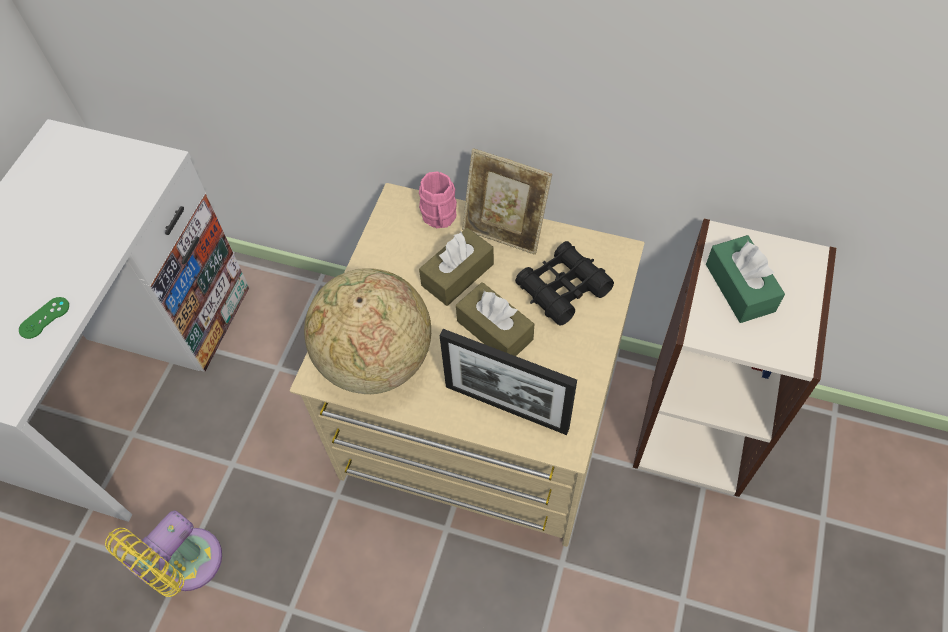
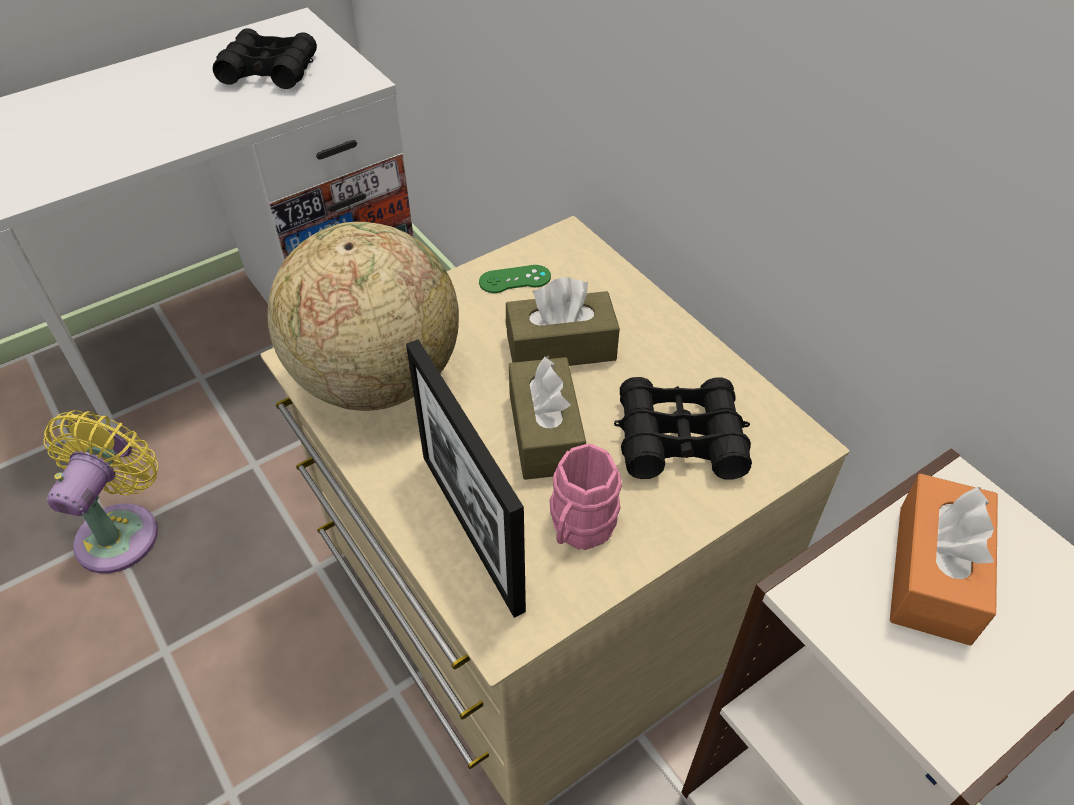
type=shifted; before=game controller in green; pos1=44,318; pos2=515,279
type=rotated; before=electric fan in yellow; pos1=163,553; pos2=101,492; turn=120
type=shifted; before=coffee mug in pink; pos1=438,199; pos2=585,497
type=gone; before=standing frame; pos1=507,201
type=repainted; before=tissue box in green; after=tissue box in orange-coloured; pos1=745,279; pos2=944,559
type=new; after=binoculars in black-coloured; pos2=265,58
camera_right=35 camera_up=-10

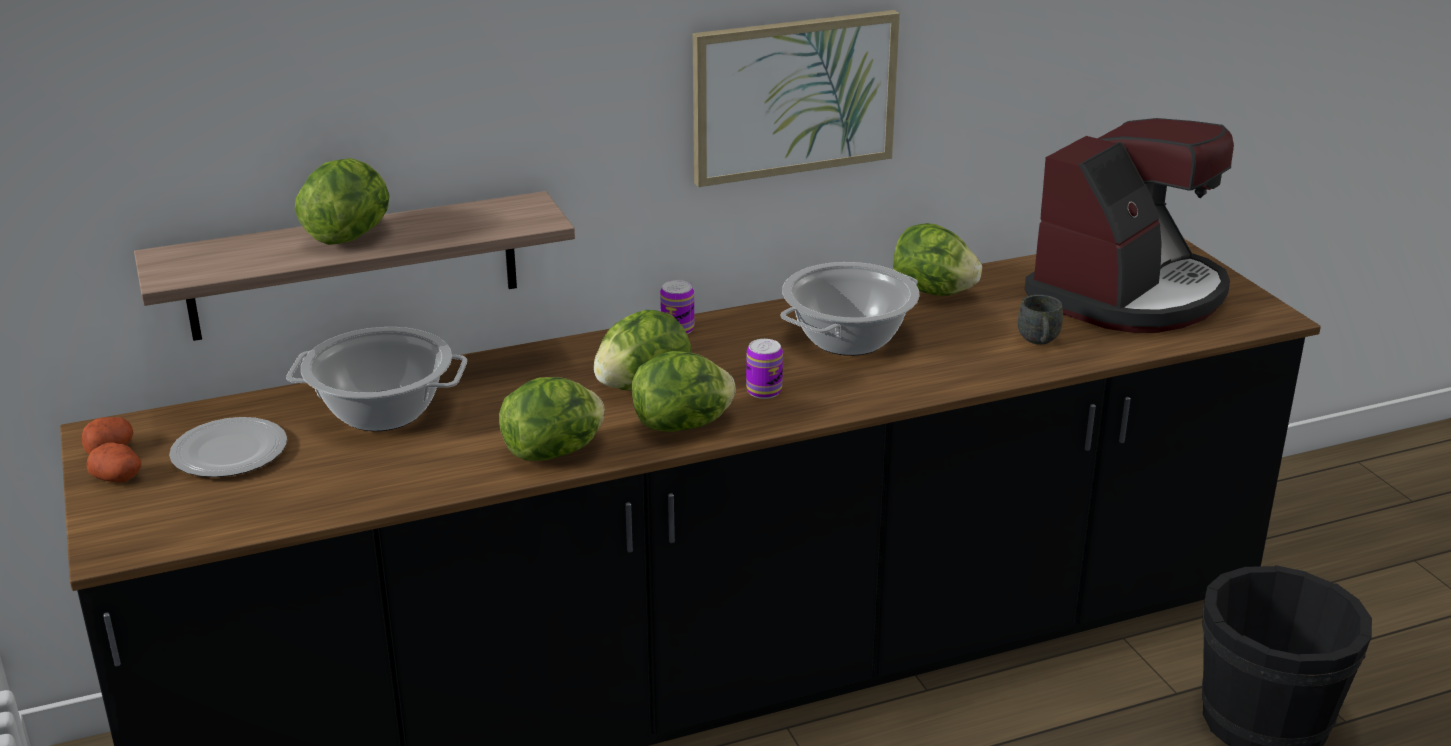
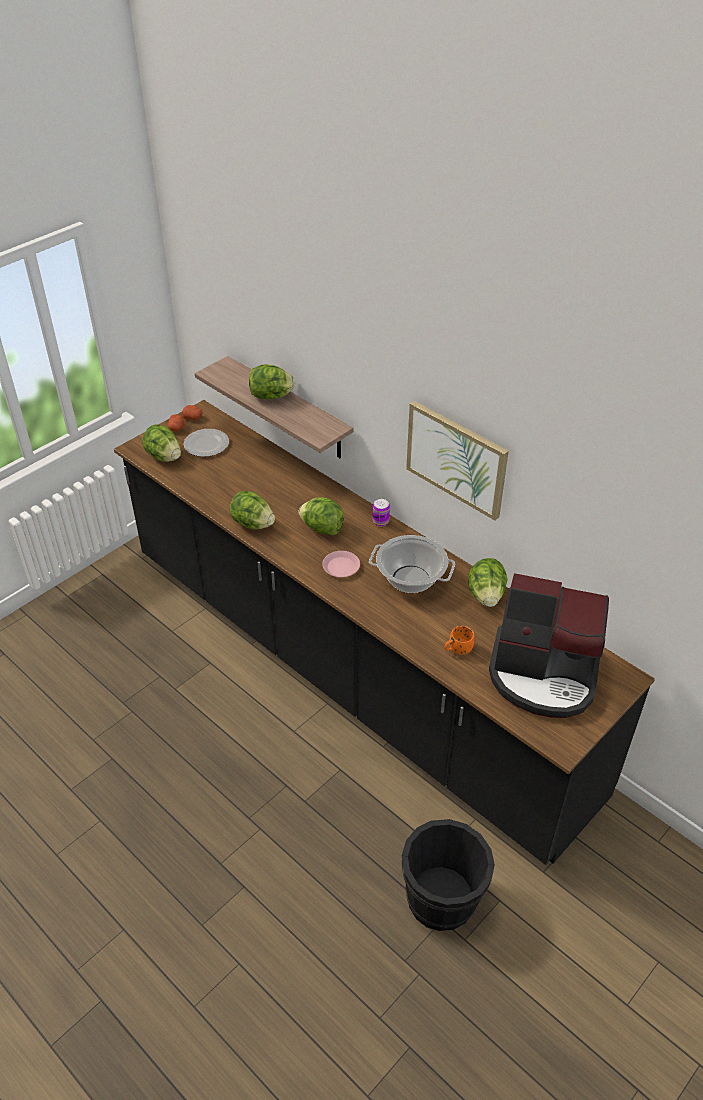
type=gone; before=cooking pot; pos1=376,379
type=shifted; before=lettuce; pos1=684,391; pos2=161,443
type=swapped; before=sealed can; after=dinner plate in pink; pos1=764,369; pos2=341,564
type=repainted; before=coffee mug in grey; after=coffee mug in orange-coloured; pos1=1040,320; pos2=460,640
camera_right=65 camera_up=15

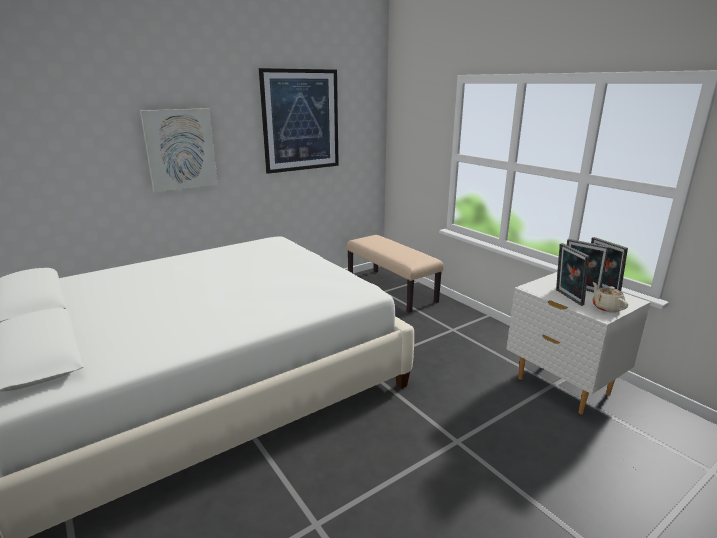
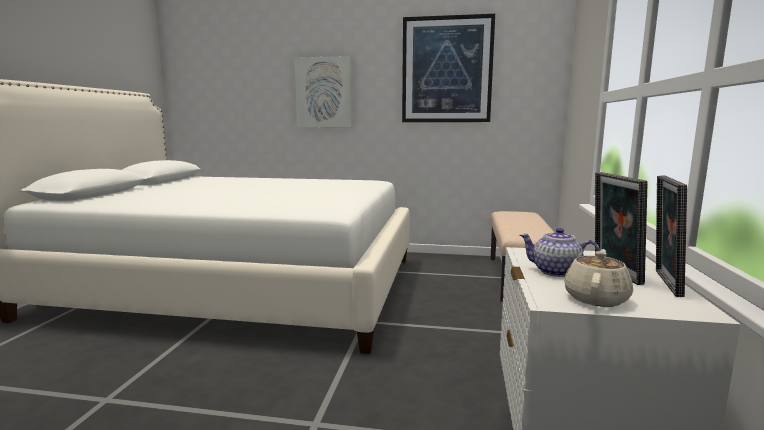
type=swapped; before=standing frame; after=pot for tea; pos1=572,274; pos2=560,252
camera_right=45 camera_up=-10

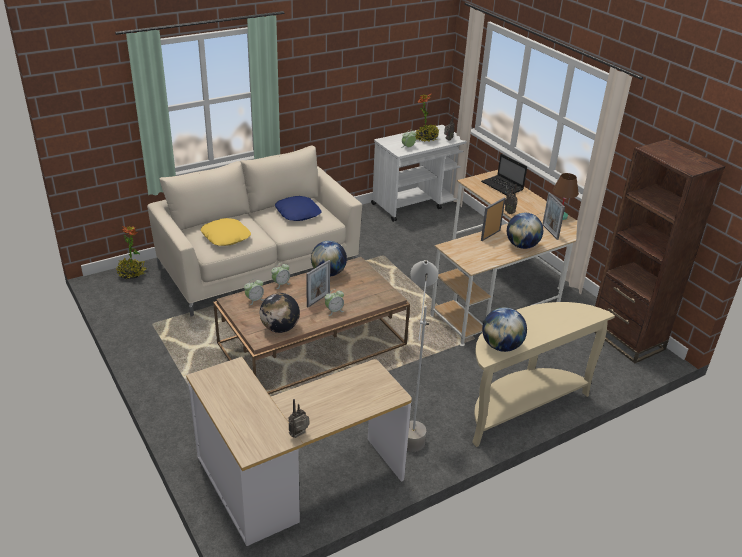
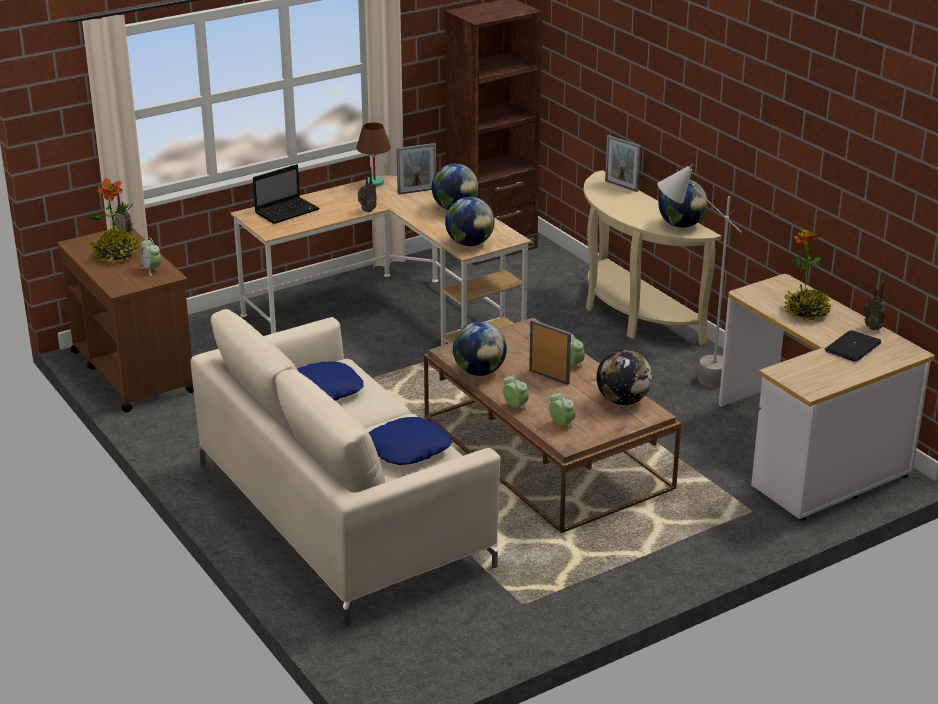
type=shifted; before=plant in a pot; pos1=131,252; pos2=808,275
type=repainted; before=pillow in yellow; after=pillow in bluish; pos1=226,232; pos2=410,441
type=repainted; before=wheeled cart in white; after=wheeled cart in brown; pos1=419,173; pos2=125,320
type=shifted; before=standing frame; pos1=493,219; pos2=623,163
type=new; after=desk globe; pos2=470,221
type=new; after=laptop; pos2=853,346
camera_right=-90 camera_up=-5

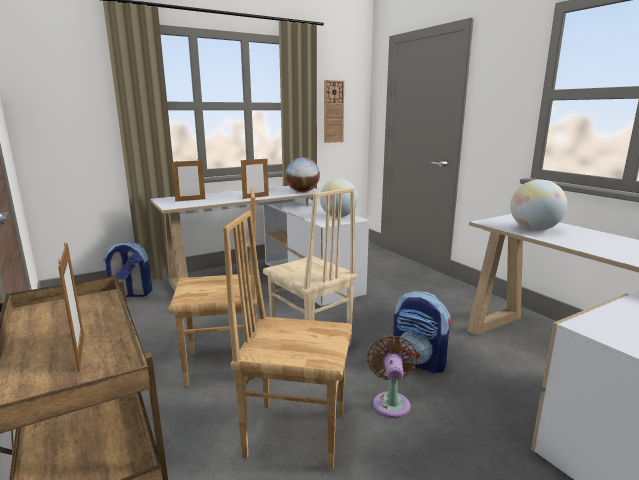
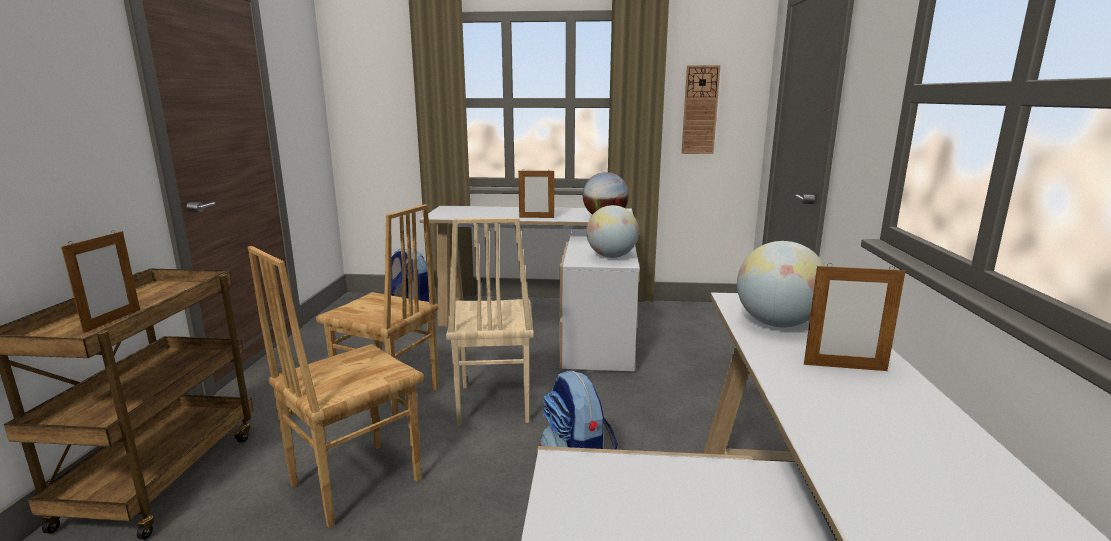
type=shifted; before=standing frame; pos1=188,181; pos2=855,317
type=rotated; before=plain chair in brown; pos1=287,340; pos2=336,387; turn=-90
type=gone; before=electric fan in brown; pos1=392,376
camera_right=35 camera_up=0

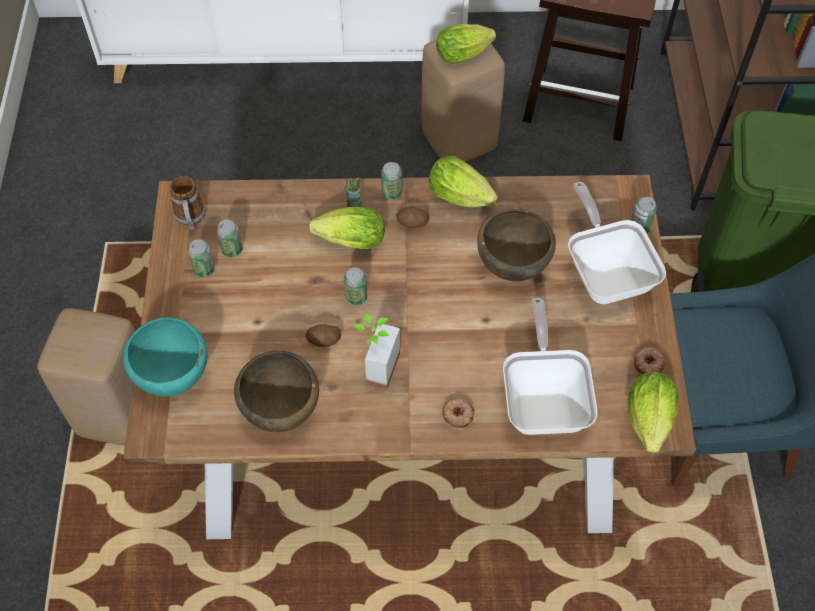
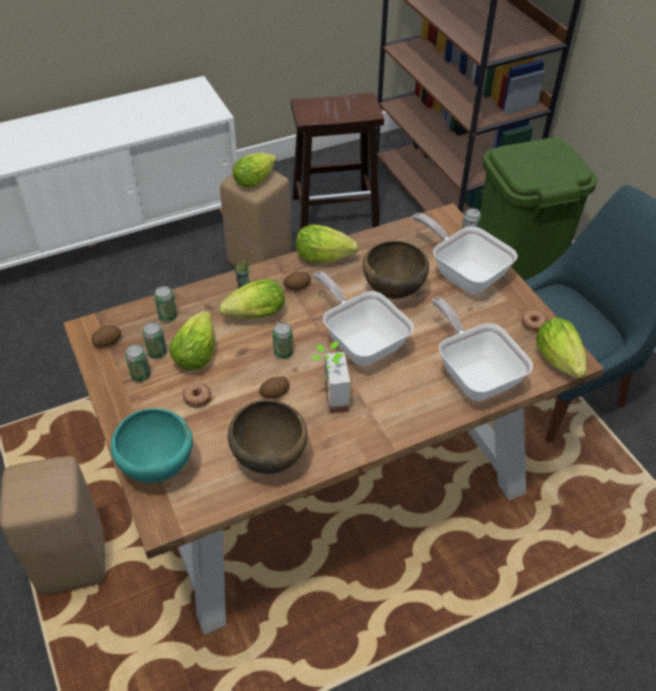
type=swapped; before=coffee mug; after=whole potato; pos1=188,203; pos2=106,336
type=shifted; before=sealed can; pos1=391,181; pos2=165,304
type=shifted; before=ring doughnut; pos1=458,414; pos2=197,395
type=new; after=lettuce; pos2=192,340
type=new; after=skillet; pos2=363,318
camera_right=-25 camera_up=-10

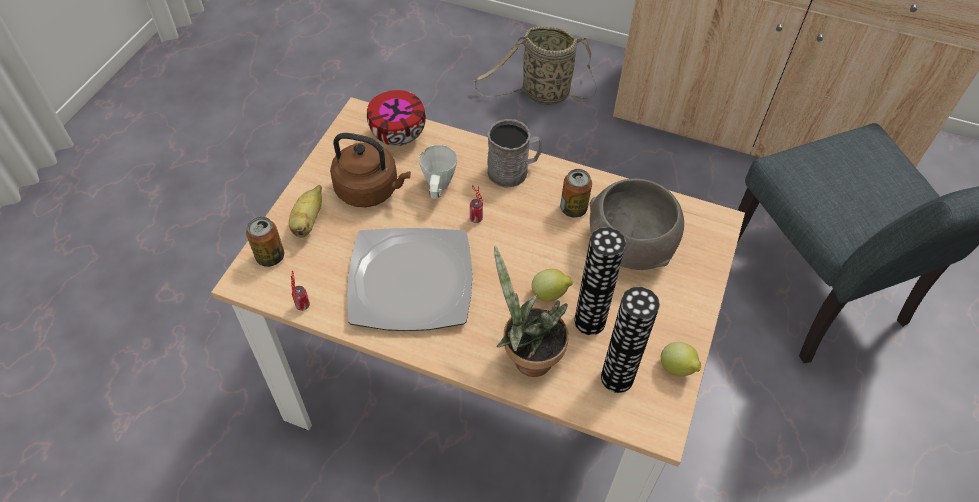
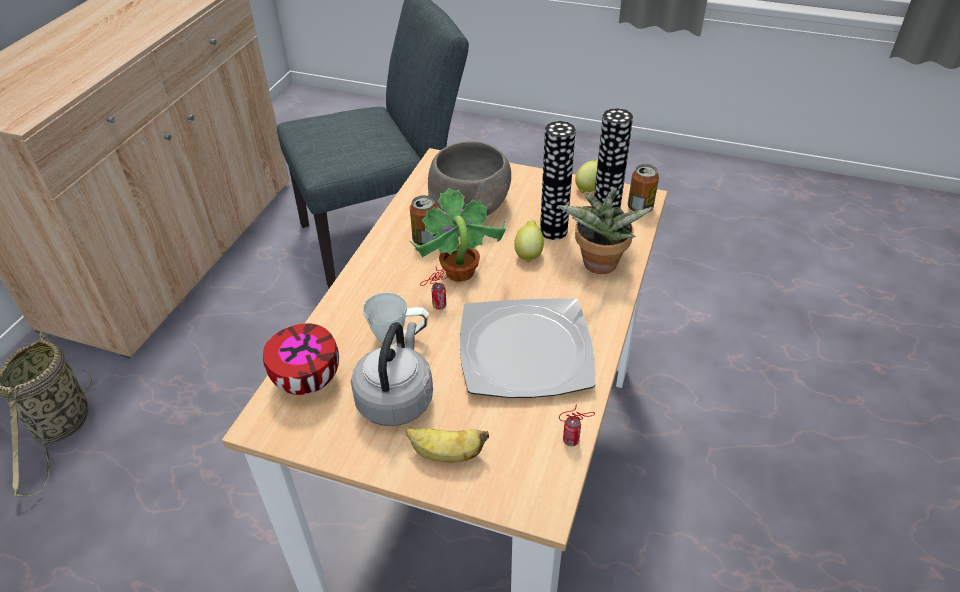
type=shifted; before=sealed can; pos1=265,242; pos2=643,188
type=repainted; before=tea kettle in brown; after=tea kettle in grey; pos1=370,170; pos2=392,374
type=gone; before=coffee mug in grey; pos1=514,153
type=new; after=plant in a pot; pos2=457,235
camera_right=-90 camera_up=-10

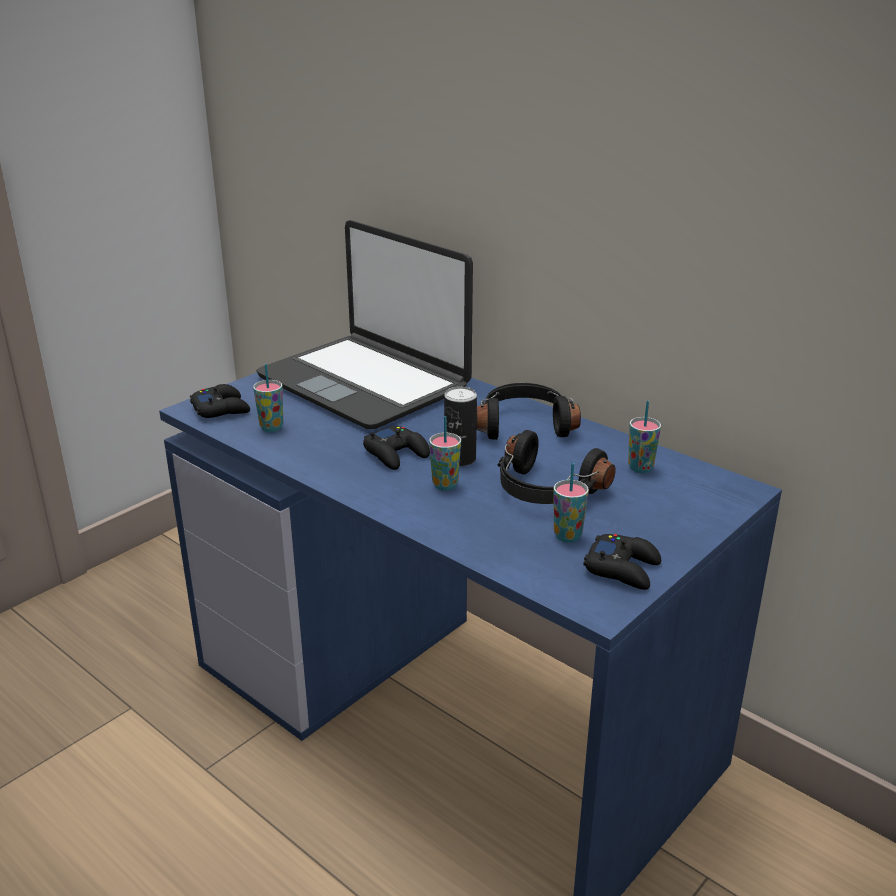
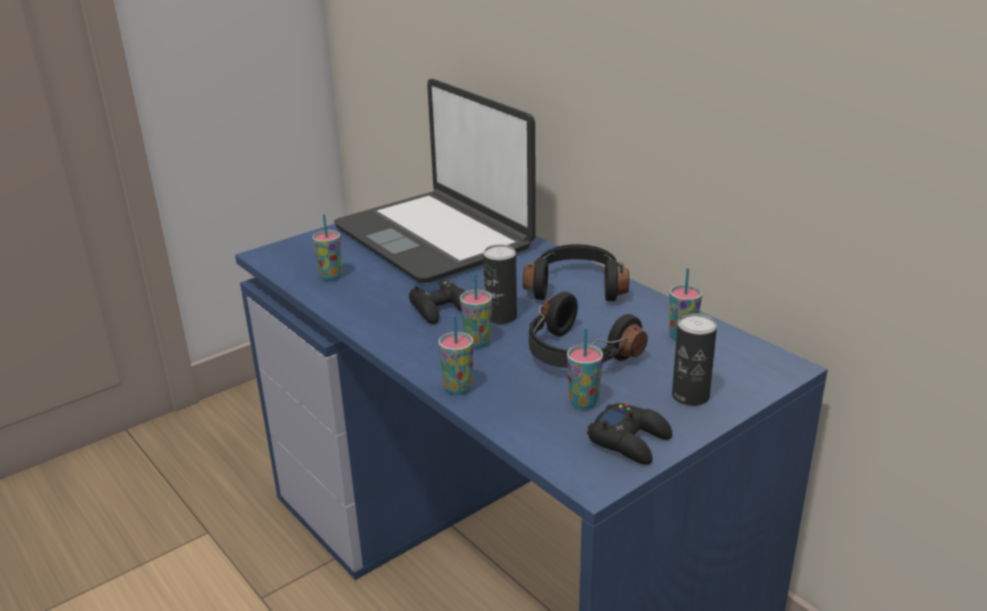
type=gone; before=game controller in black-coloured; pos1=220,401
type=new; after=small cup; pos2=455,355
type=new; after=sealed can; pos2=694,359
camera_right=10 camera_up=0

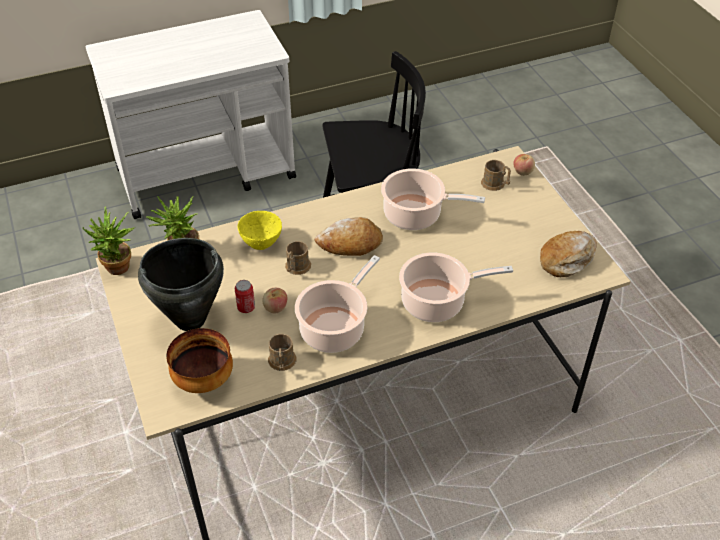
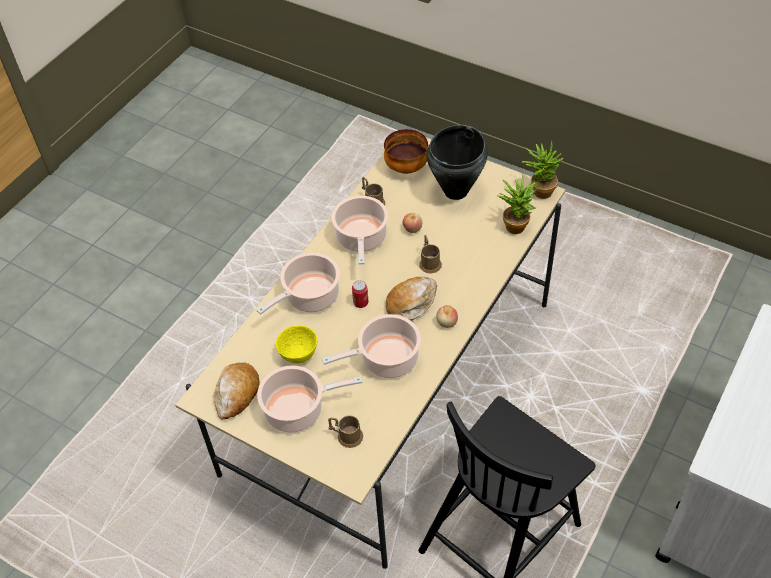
type=shifted; before=sealed can; pos1=245,296; pos2=360,294
type=shifted; before=bowl in yellow; pos1=259,230; pos2=297,344
type=shifted; before=whole apple; pos1=524,165; pos2=447,316
type=new; after=cooking pot; pos2=310,399
camera_right=145 camera_up=5

